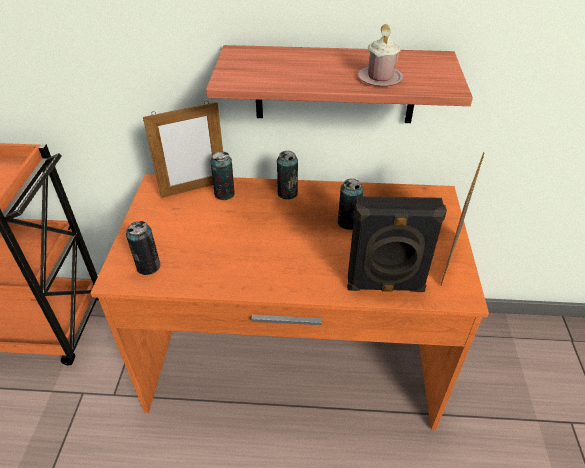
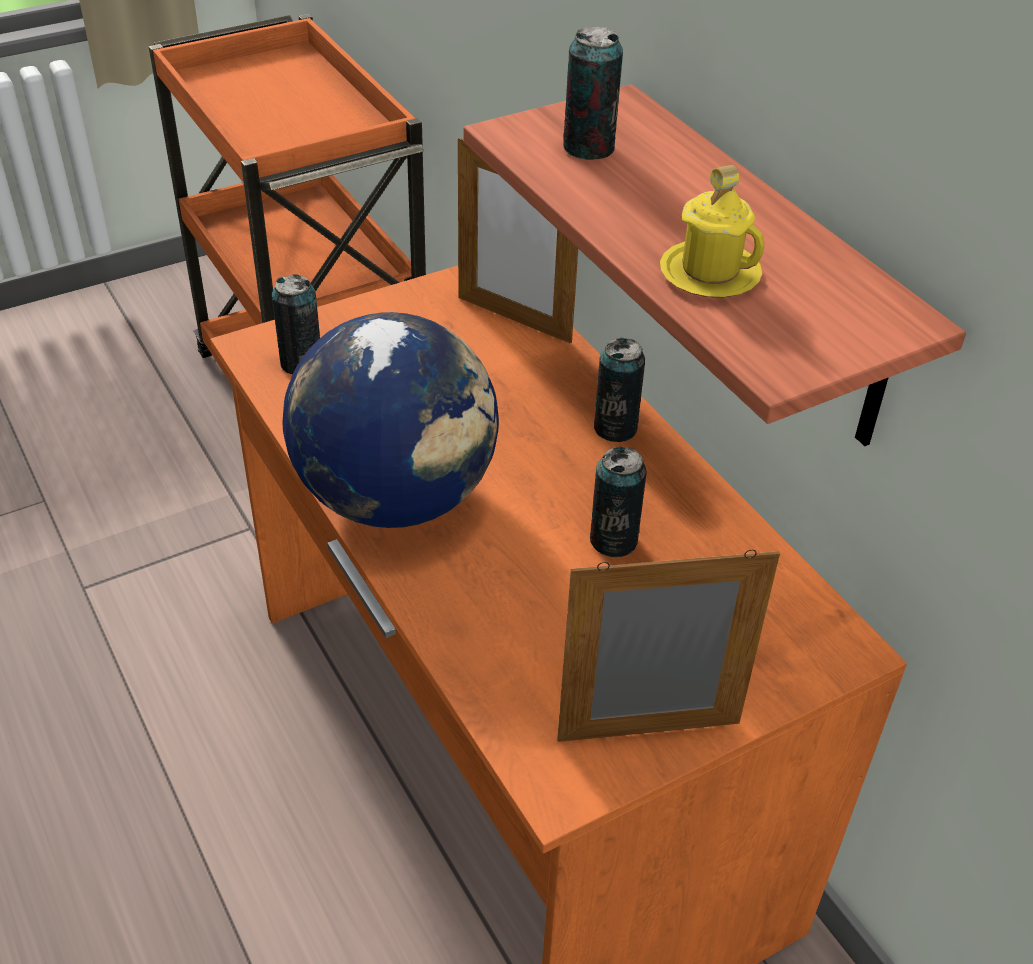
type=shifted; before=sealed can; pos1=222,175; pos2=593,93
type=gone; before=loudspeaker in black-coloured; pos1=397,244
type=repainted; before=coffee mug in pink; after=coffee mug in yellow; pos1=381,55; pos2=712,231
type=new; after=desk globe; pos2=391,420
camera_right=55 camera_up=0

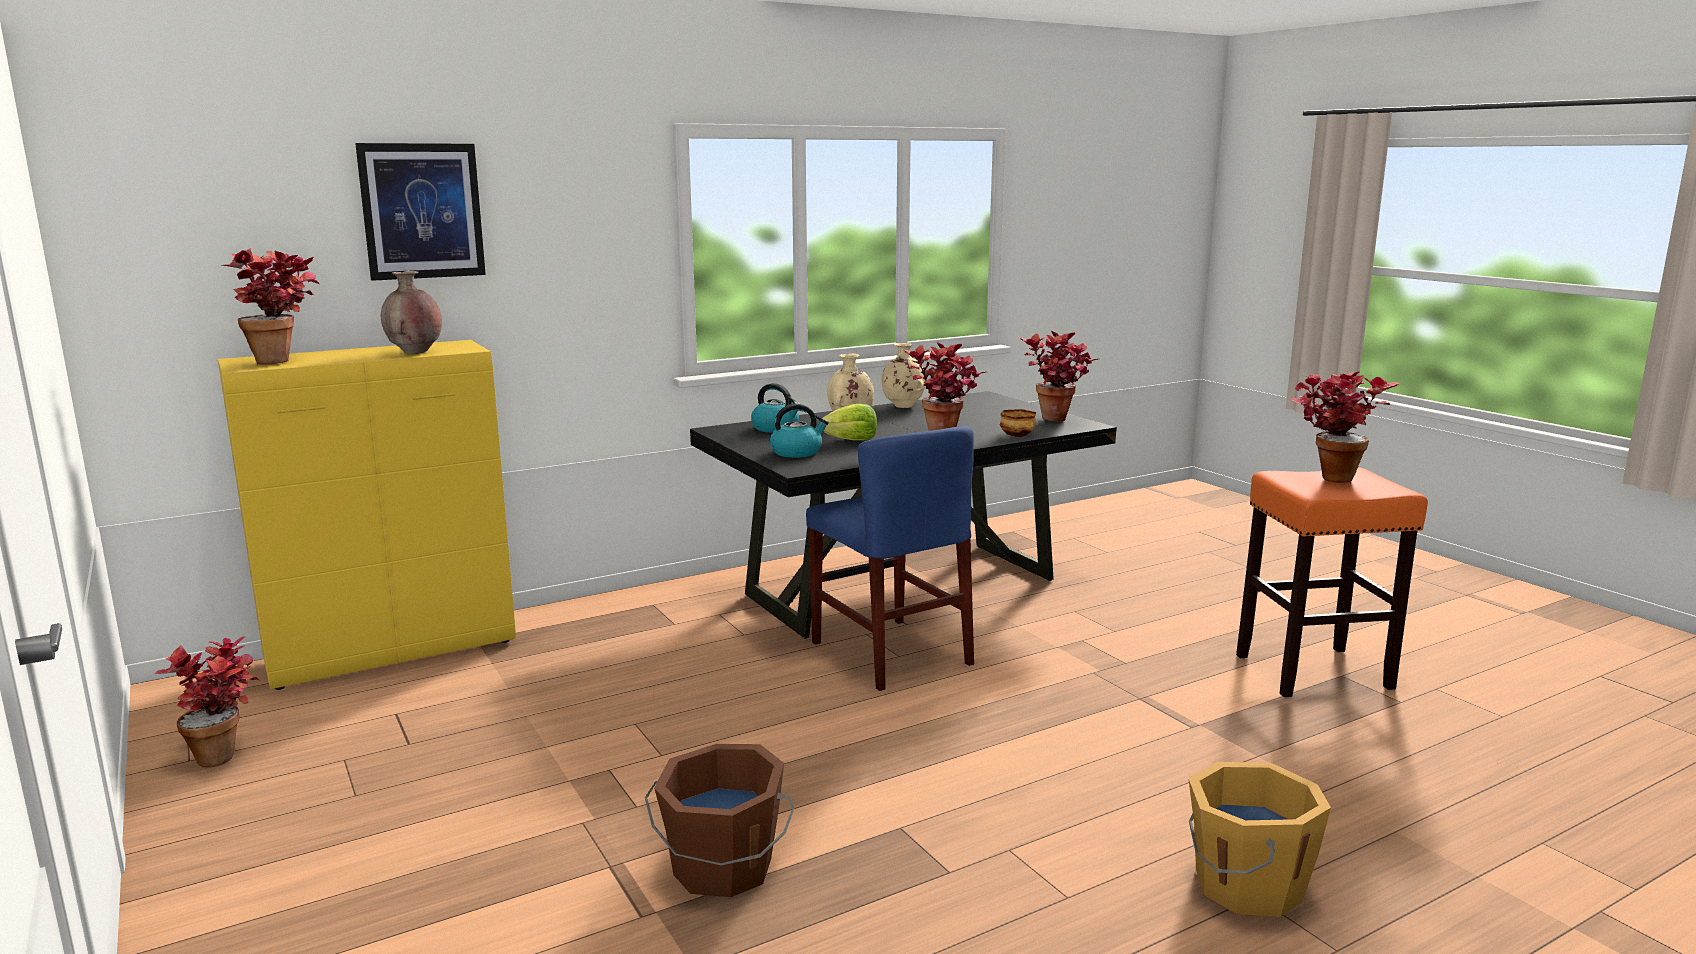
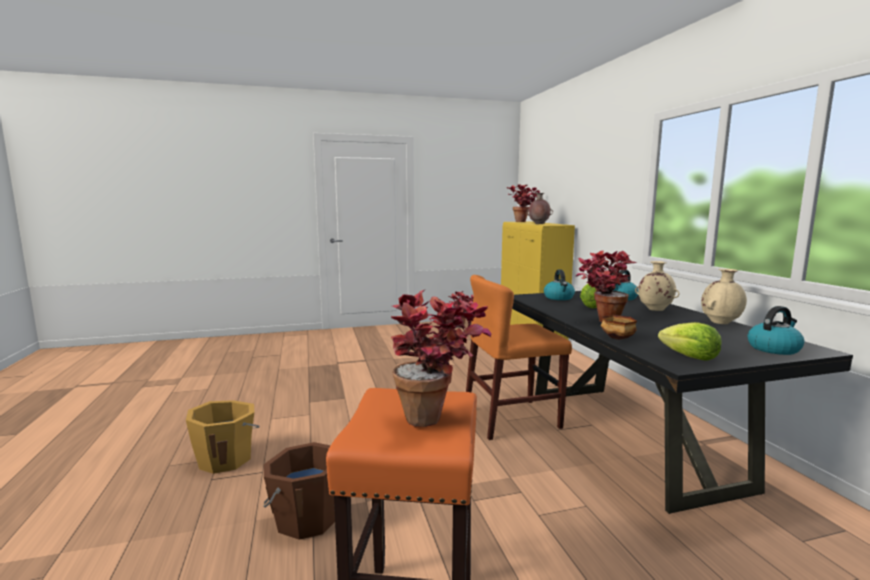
type=gone; before=wall picture; pos1=420,212
type=shifted; before=bucket in brown; pos1=719,820; pos2=299,491
type=repainted; before=plain chair in bluish; after=plain chair in orange-coloured; pos1=890,558; pos2=519,357
type=swapped; before=plant in a pot; after=lettuce; pos1=1059,376; pos2=689,341
type=new; after=tea kettle; pos2=775,330
camera_right=105 camera_up=-5

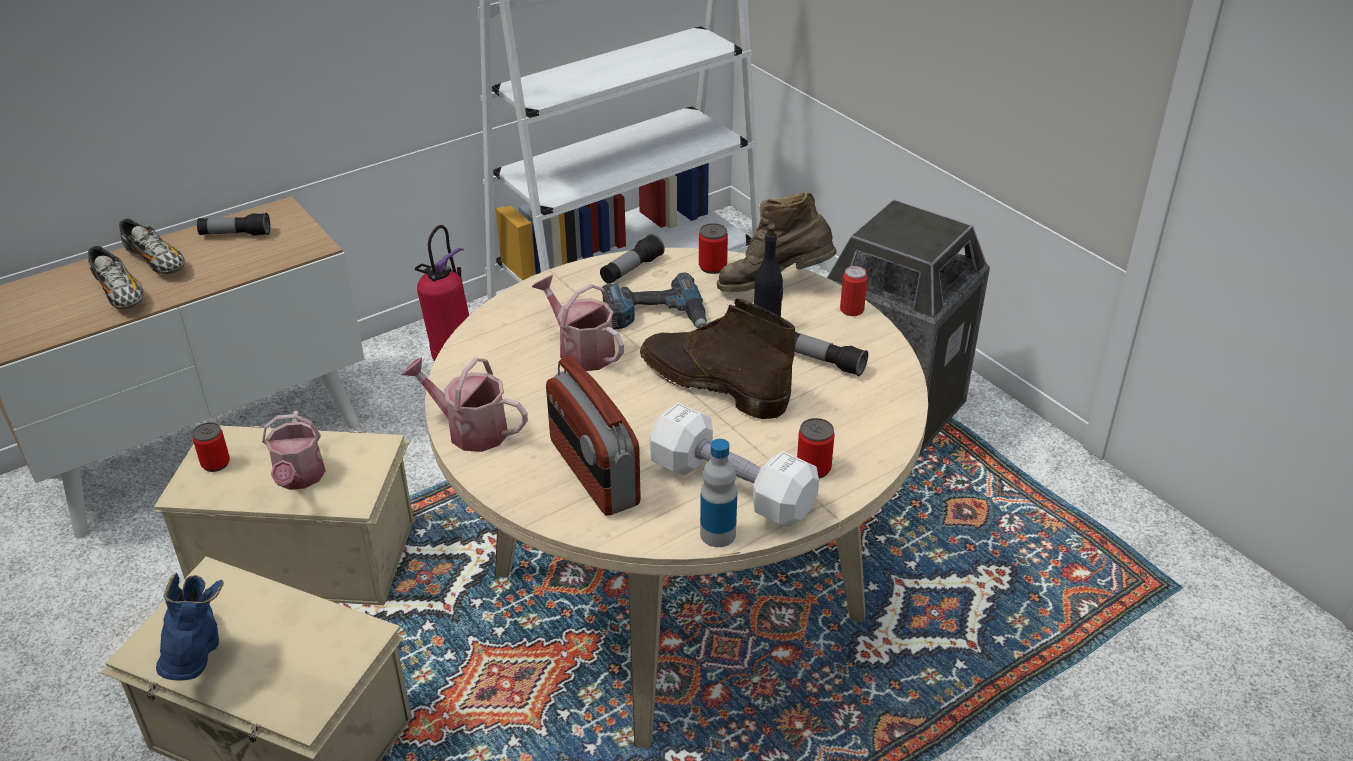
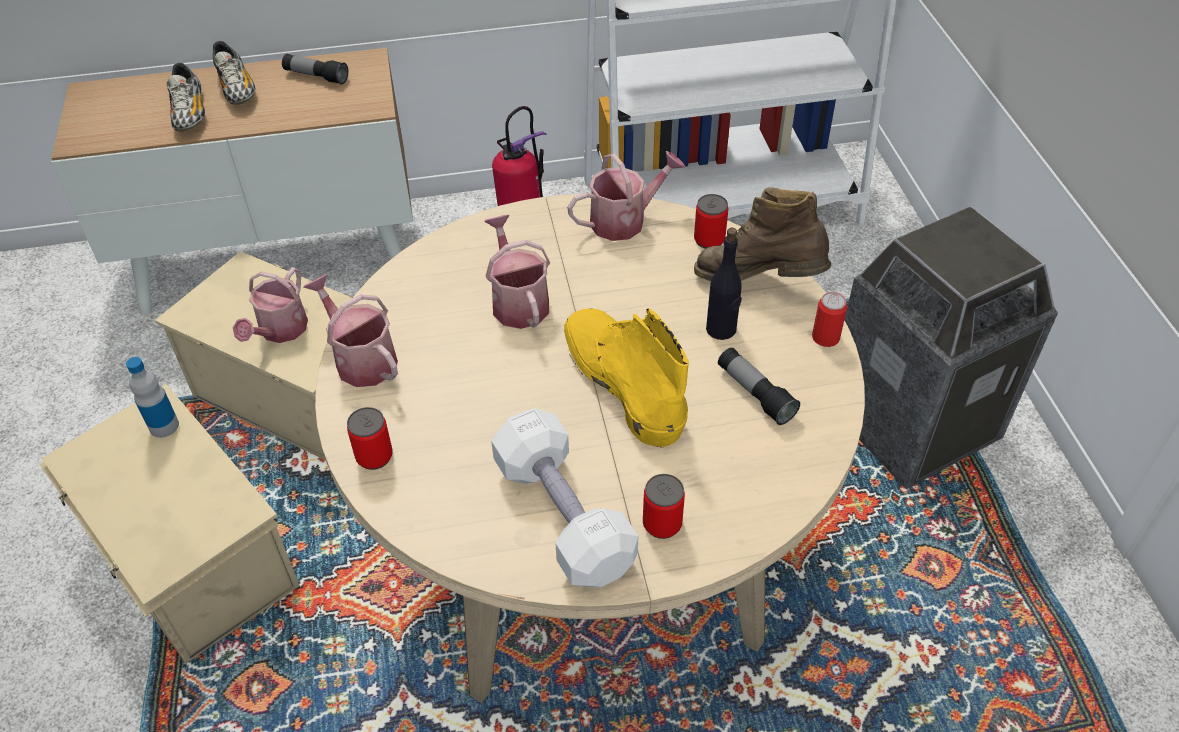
type=gone; before=high-top boot in bluish; pos1=190,627
type=shifted; before=sealed can; pos1=211,447; pos2=370,438
type=gone; before=radio; pos1=593,436
type=swapped; before=flashlight; after=watering pot; pos1=632,259; pos2=626,196
type=gone; before=electric drill; pos1=654,300
type=repainted; before=high-top boot in brown; after=high-top boot in yellow; pos1=717,359; pos2=626,378
type=shifted; before=beverage bottle; pos1=718,492; pos2=152,397
camera_right=25 camera_up=10

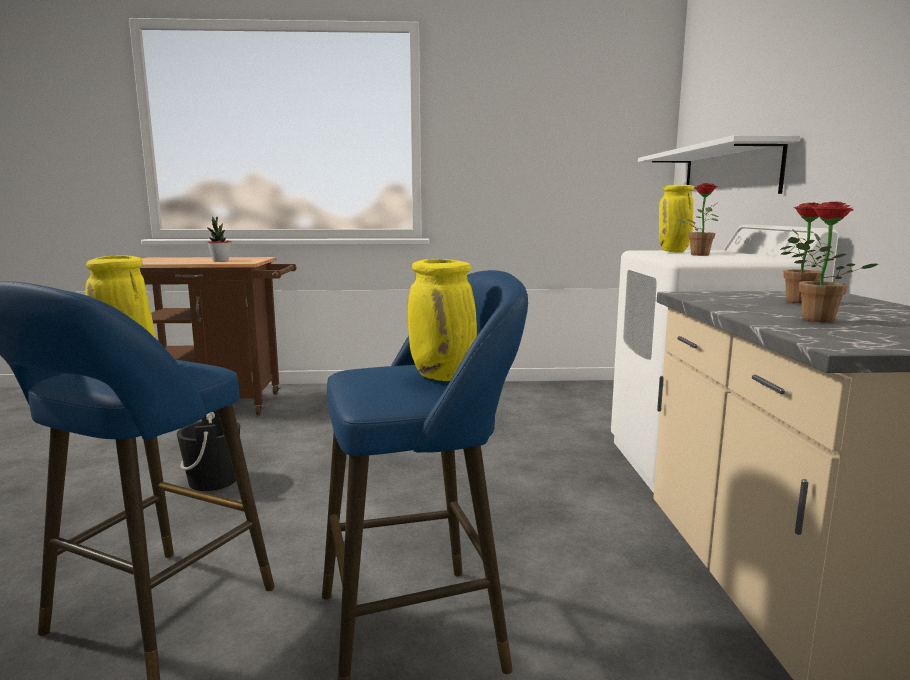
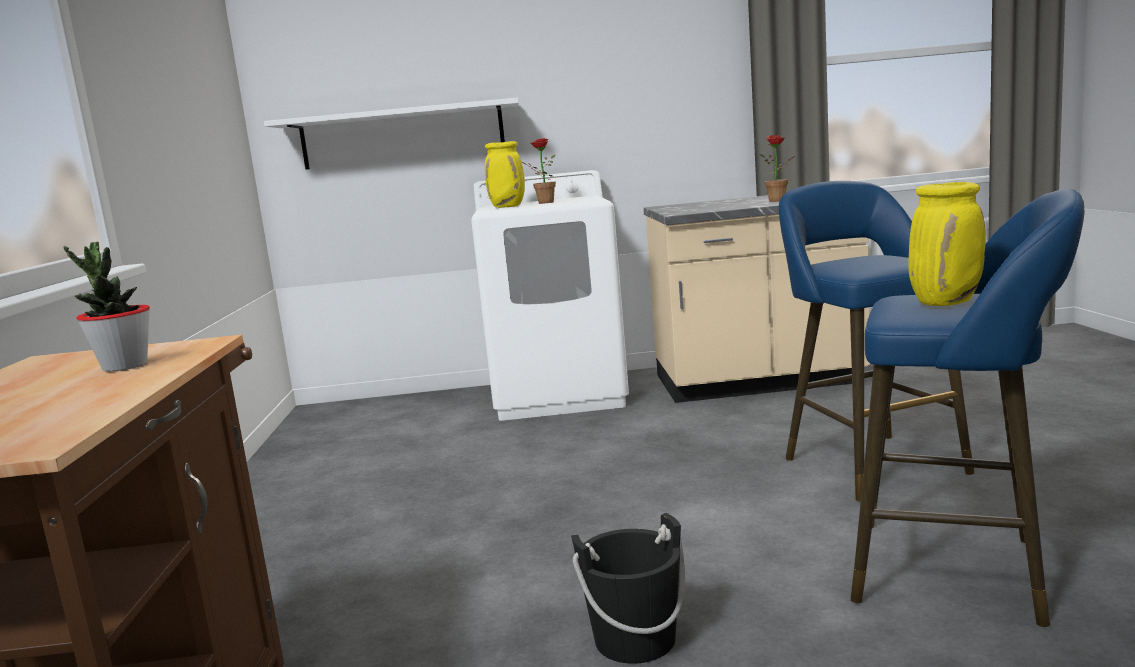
type=gone; before=decorative vase in yellow; pos1=442,320
type=gone; before=plant in a pot; pos1=813,253
camera_right=-90 camera_up=0

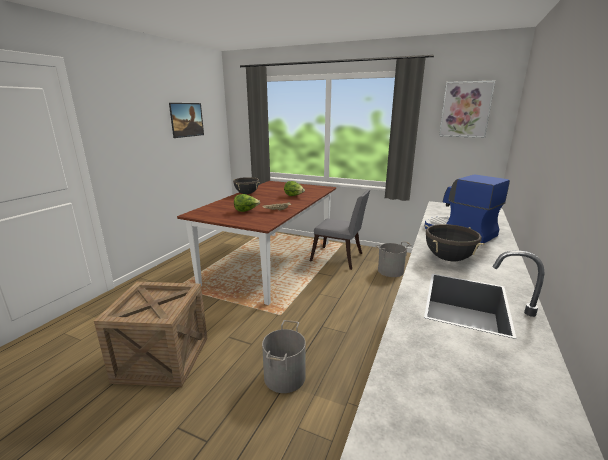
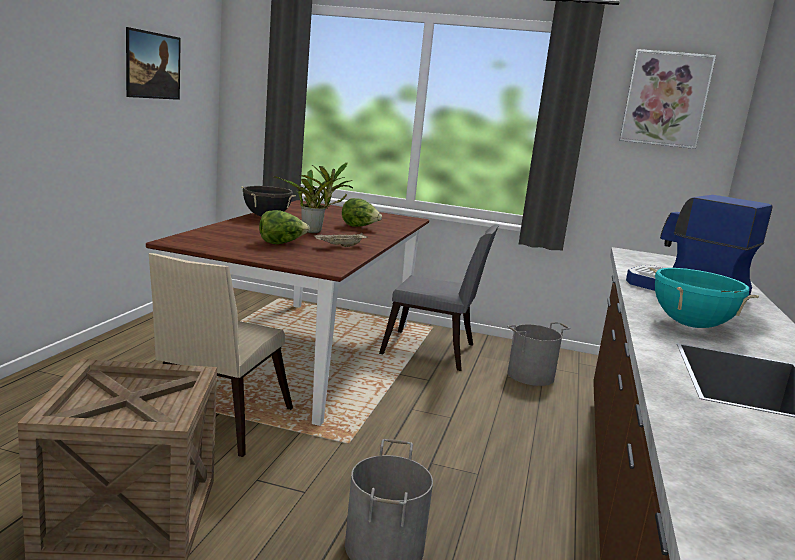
type=repainted; before=cooking pot in black-coloured; after=cooking pot in blue-green; pos1=455,242; pos2=704,297
type=new; after=plain chair in beige-coloured; pos2=221,355
type=new; after=plant in a pot; pos2=314,198
camera_right=-10 camera_up=-5

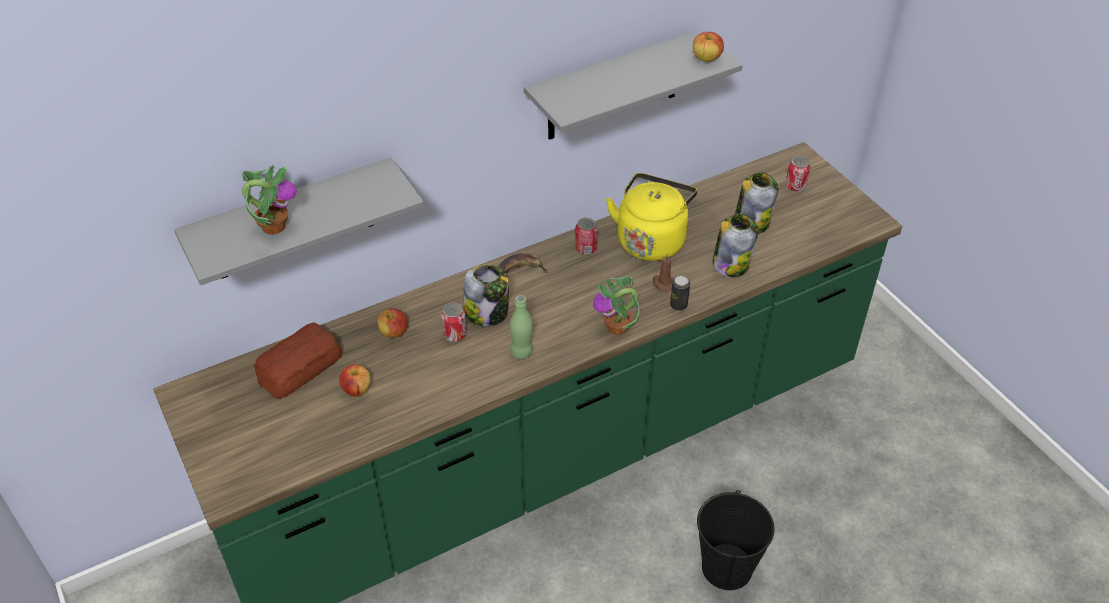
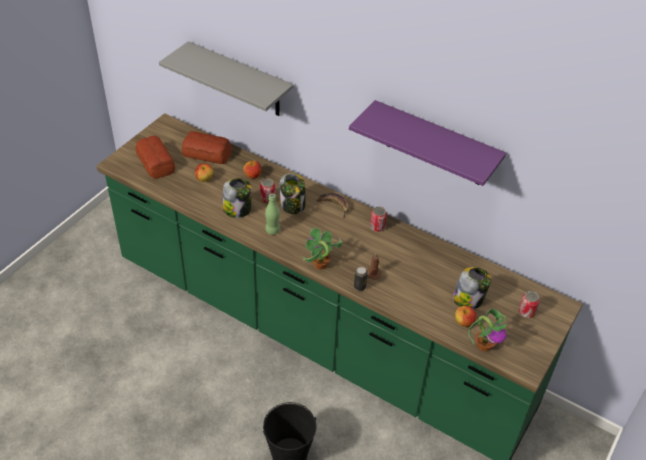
type=shifted; before=plant in a pot; pos1=269,199; pos2=487,329
type=repainted; before=shelf in grey; after=shelf in purple; pos1=633,85; pos2=427,143
type=gone; before=tea kettle in yellow; pos1=651,217
type=shifted; before=whole apple; pos1=708,47; pos2=465,316
type=shifted; before=preserve jar; pos1=735,245; pos2=237,198
type=new; after=bakery bread; pos2=155,157
camera_right=60 camera_up=0

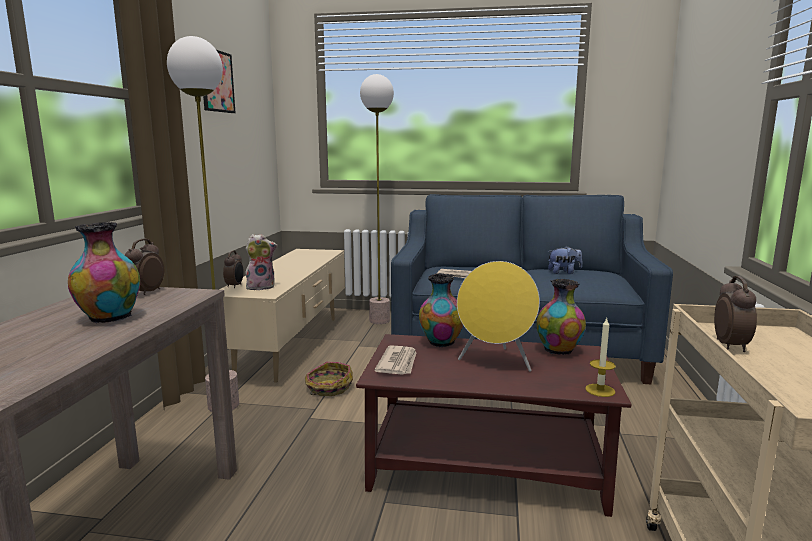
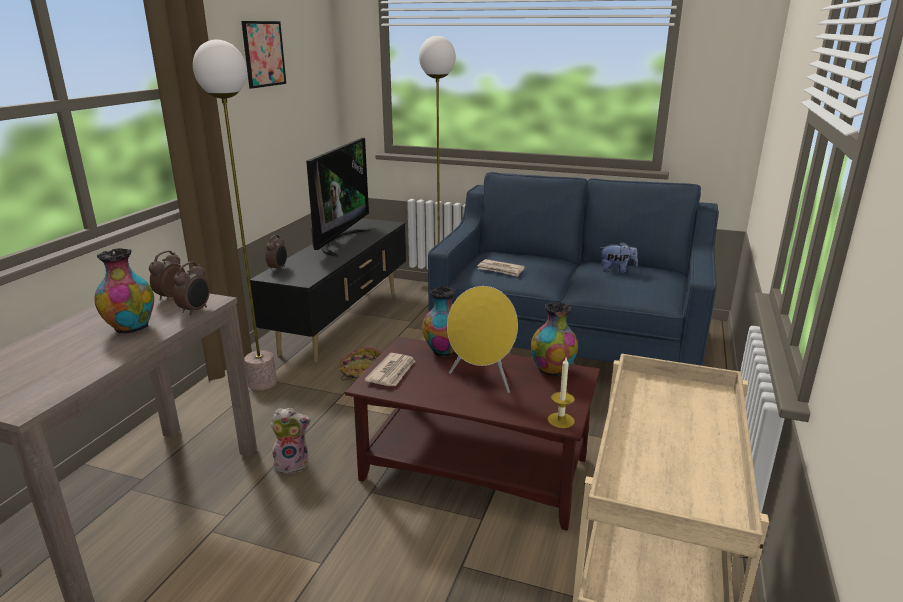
type=repainted; before=tv stand in beige-coloured; after=tv stand in black-coloured; pos1=282,316; pos2=328,290
type=shifted; before=soft toy; pos1=261,262; pos2=291,441
type=shifted; before=alarm clock; pos1=735,314; pos2=191,289
type=new; after=TV; pos2=338,197
camera_right=10 camera_up=10

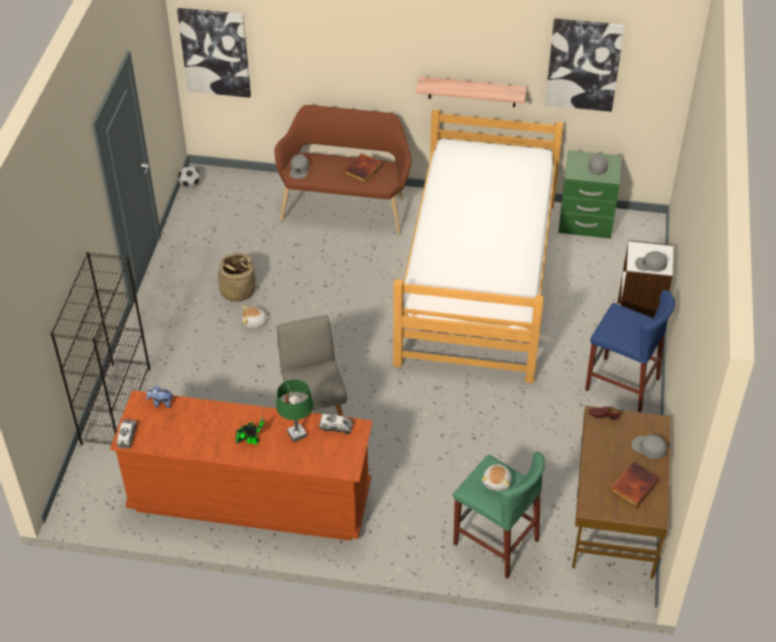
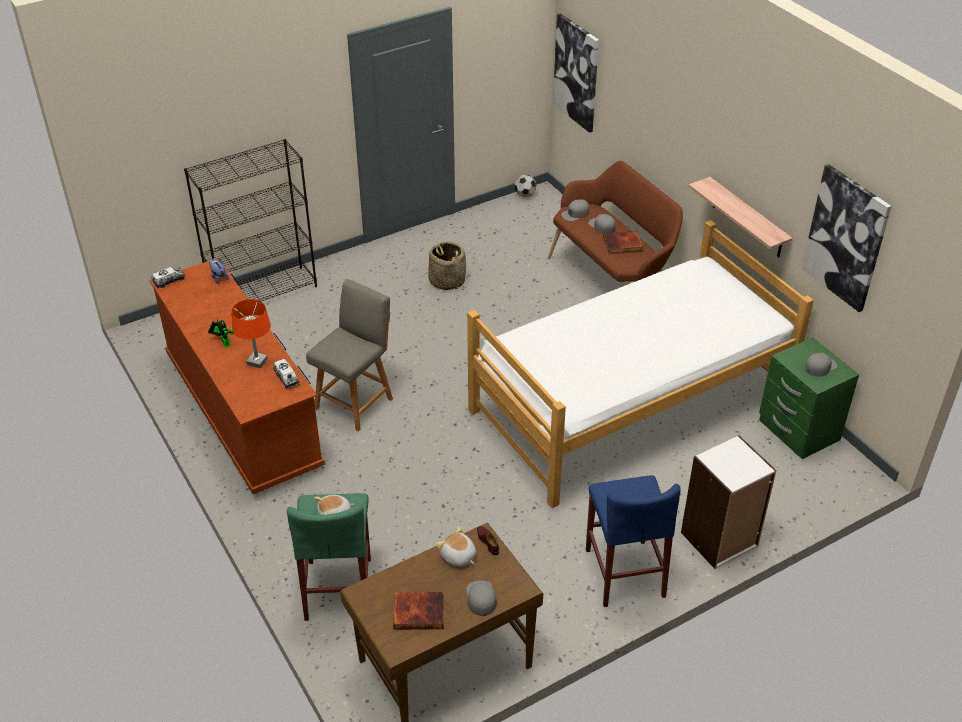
type=shifted; before=soft toy; pos1=255,317; pos2=456,546
type=repainted; before=lamp for a table in green; after=lamp for a table in orange-coloured; pos1=294,410; pos2=251,333
type=shifted; before=peaked cap in grey; pos1=651,261; pos2=602,224
camera_right=50 camera_up=-5

